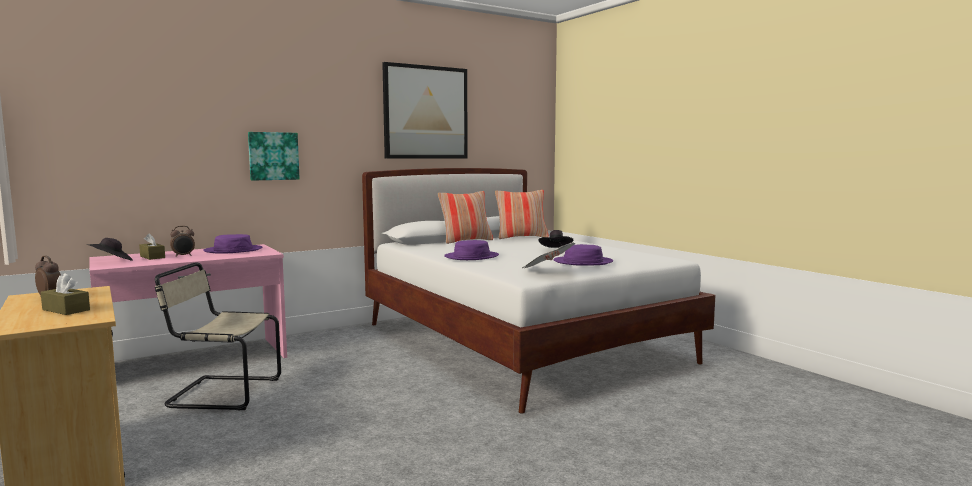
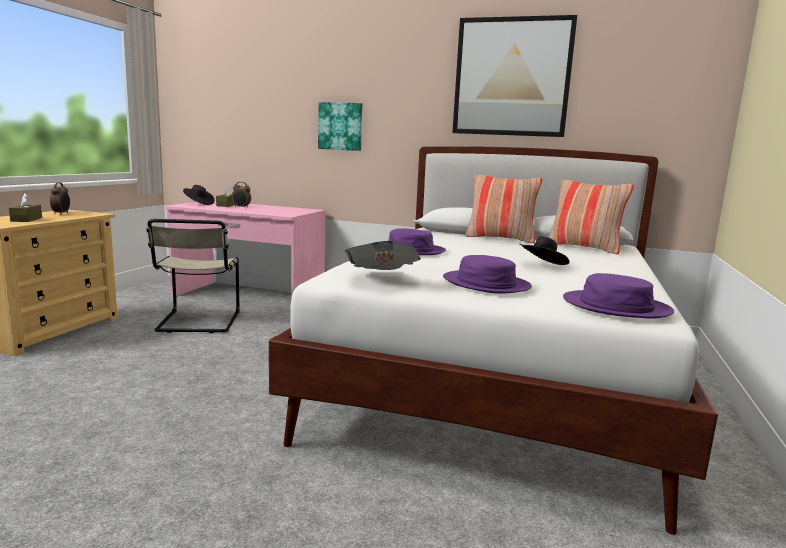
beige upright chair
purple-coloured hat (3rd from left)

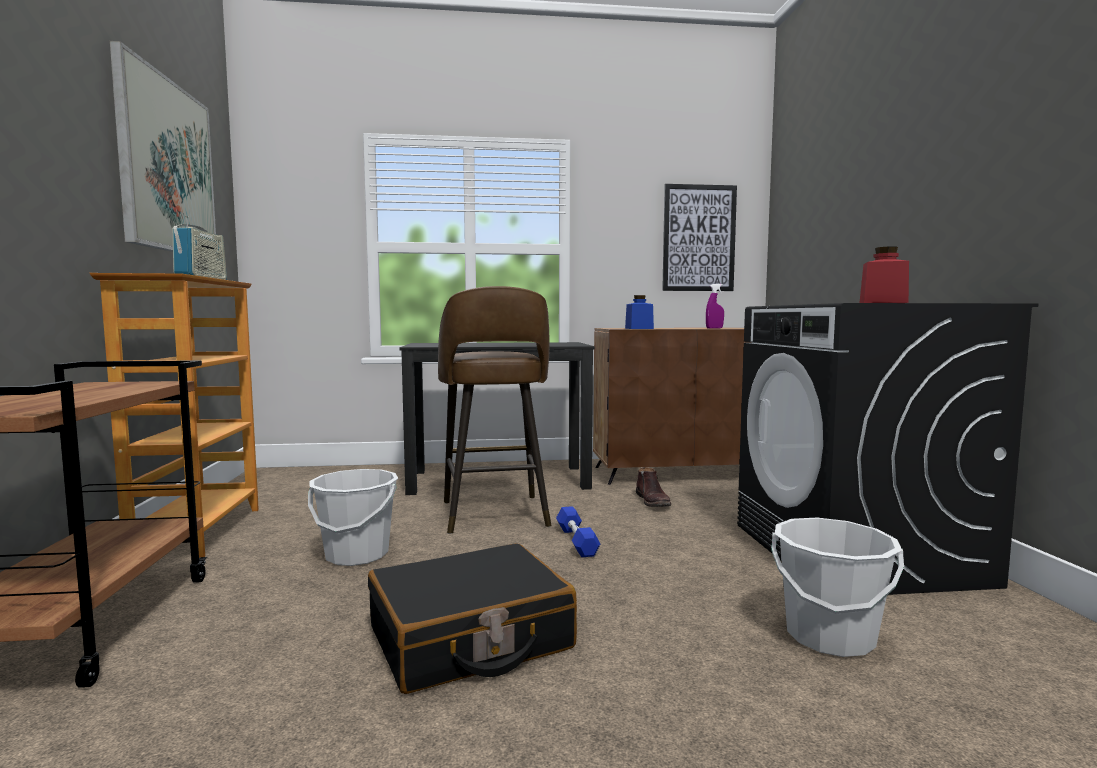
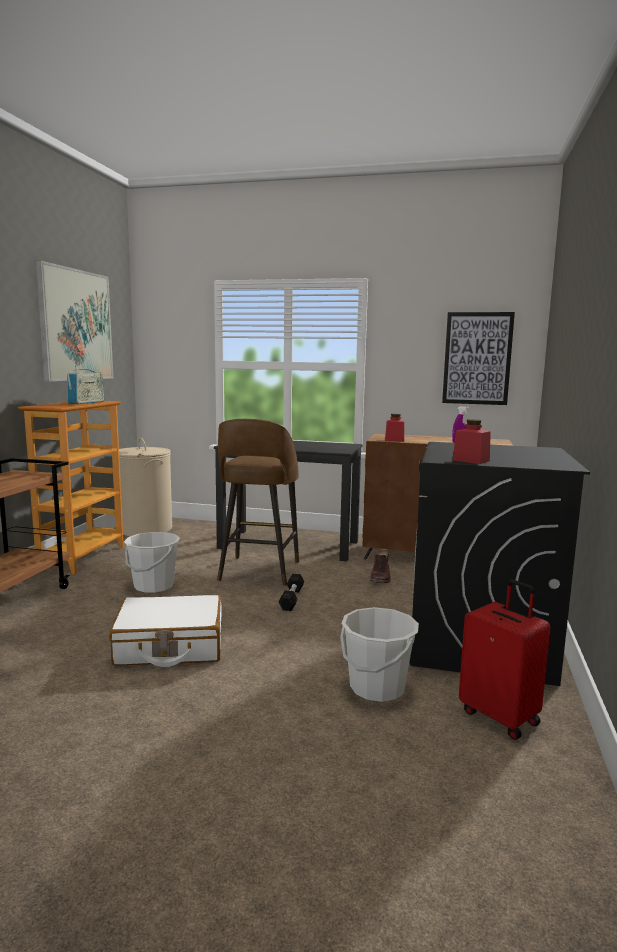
white travel case
blackish dumbbell
reddish jar (1st from left)
beige laundry basket
reddish travel case

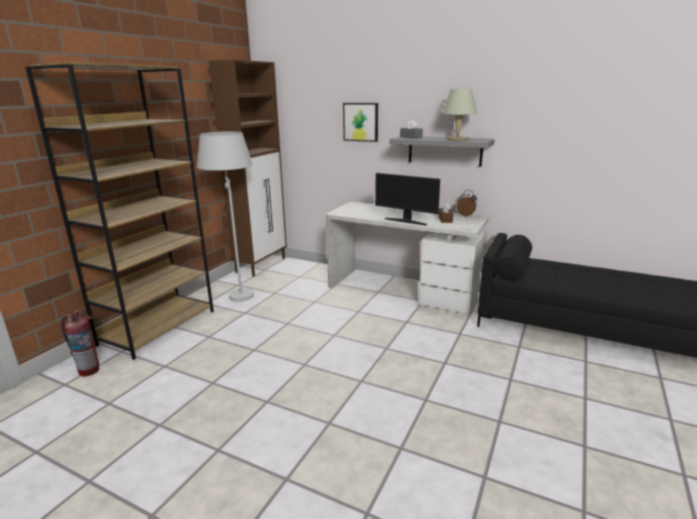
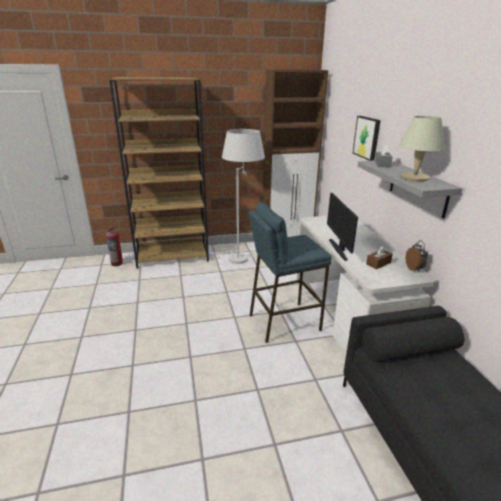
blue sitting stool

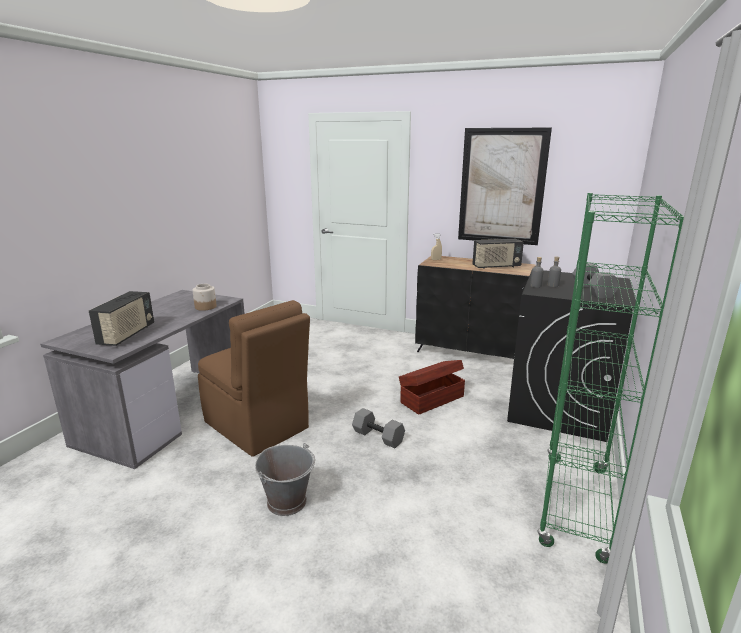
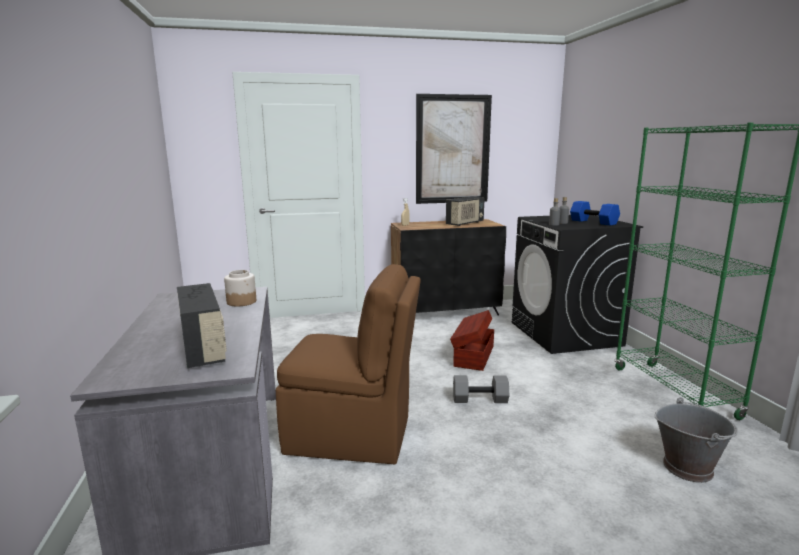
gray pail
blue dumbbell

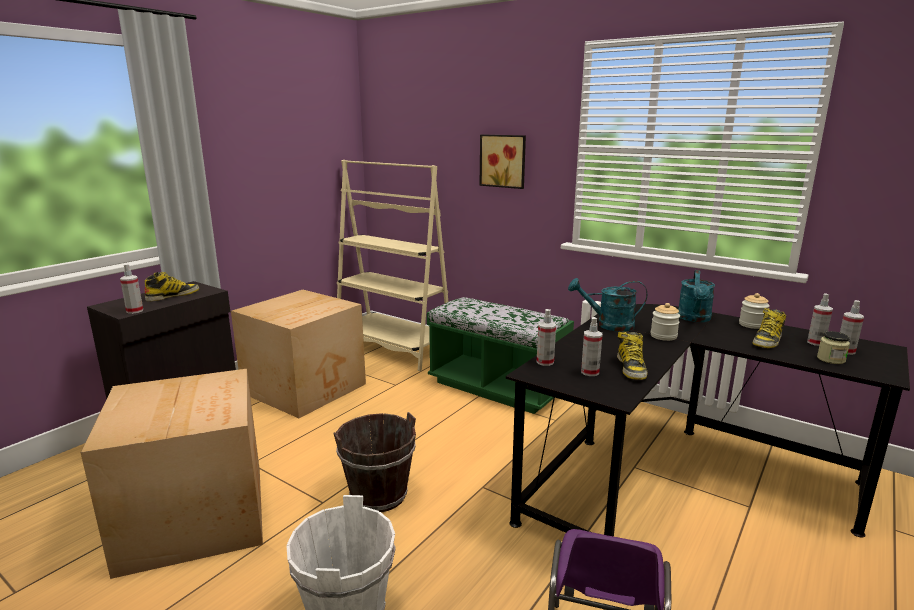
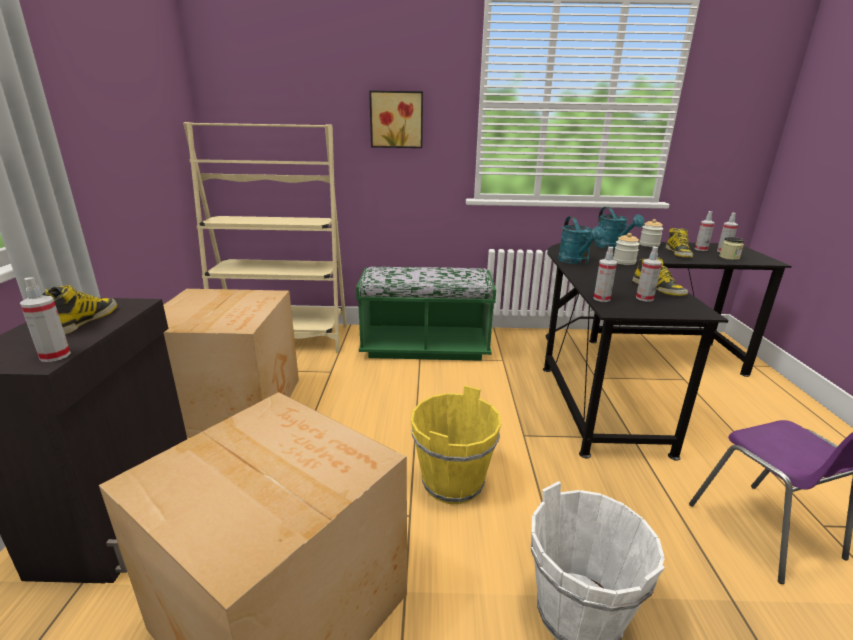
yellow-coloured pail
blue-green watering can (1st from left)

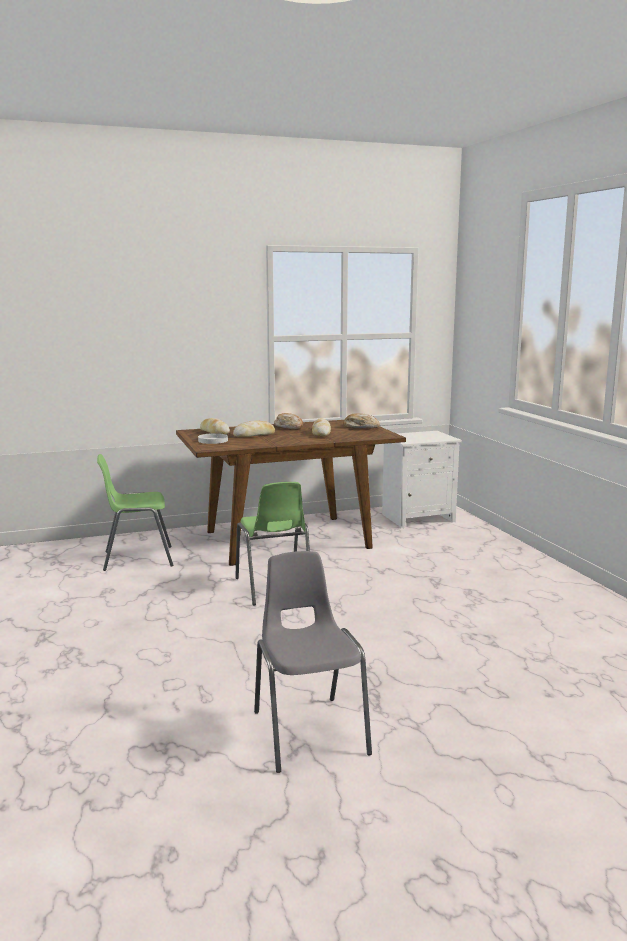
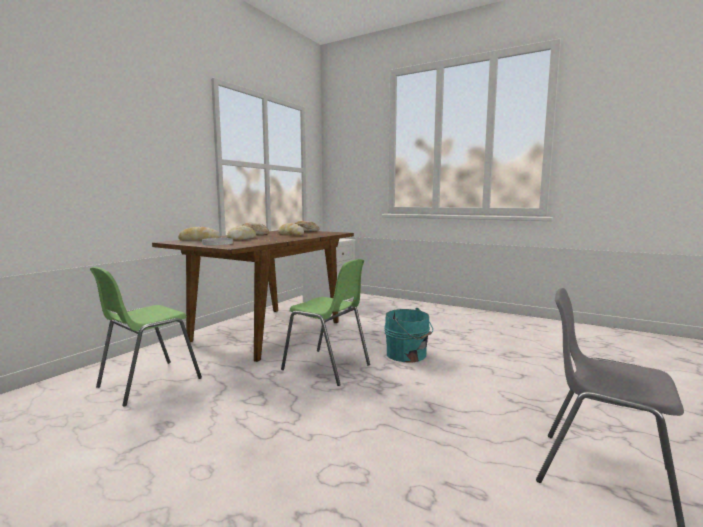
blue-green pail

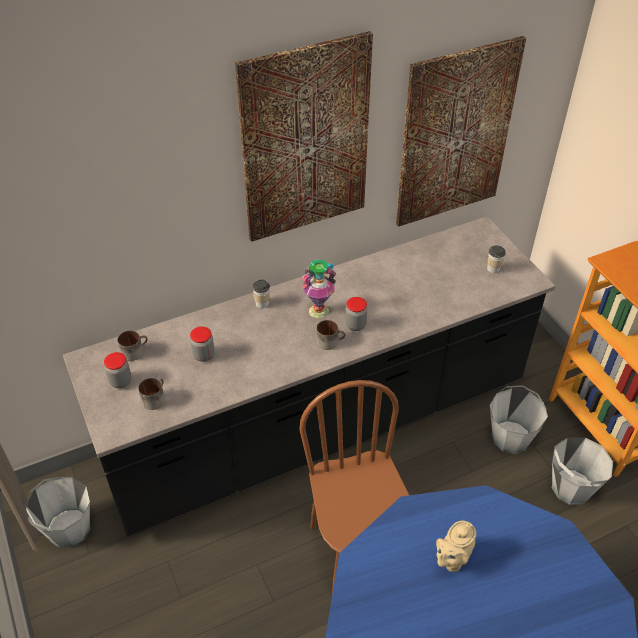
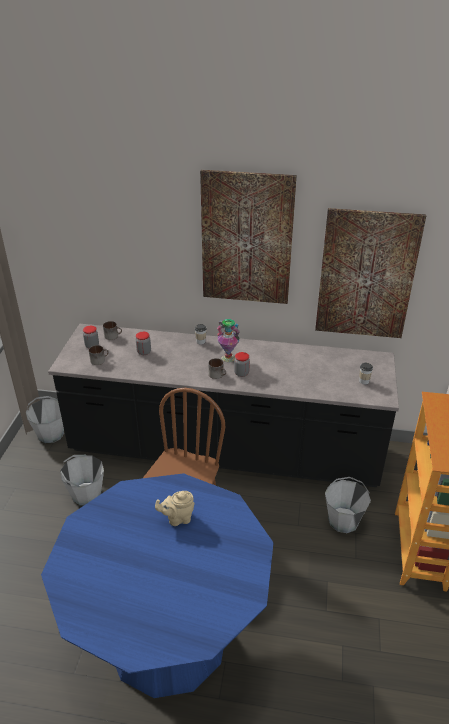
gray pail (2nd from left)

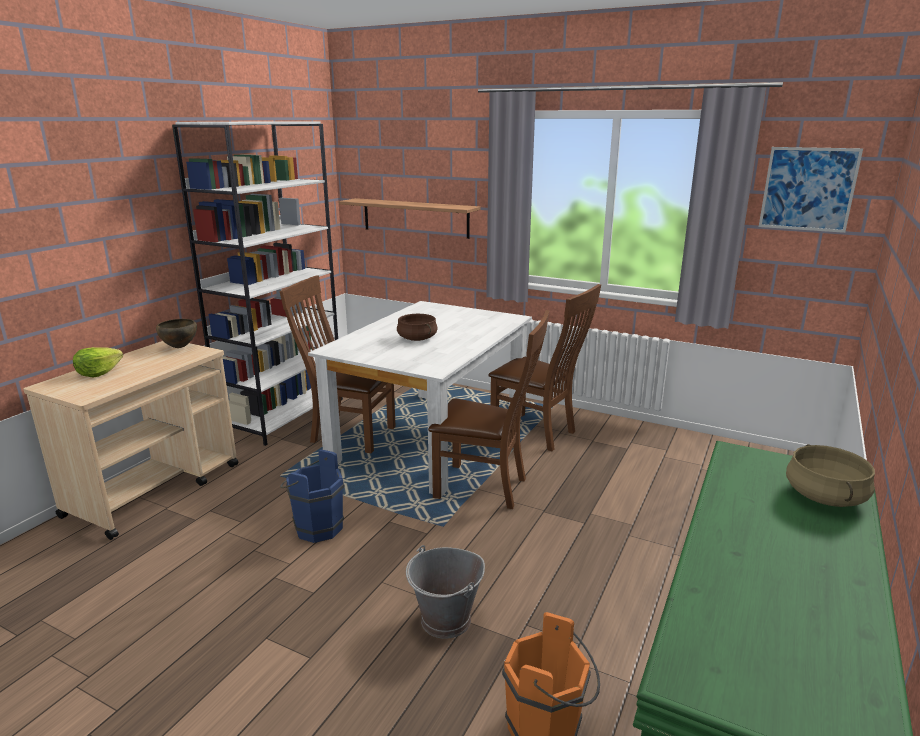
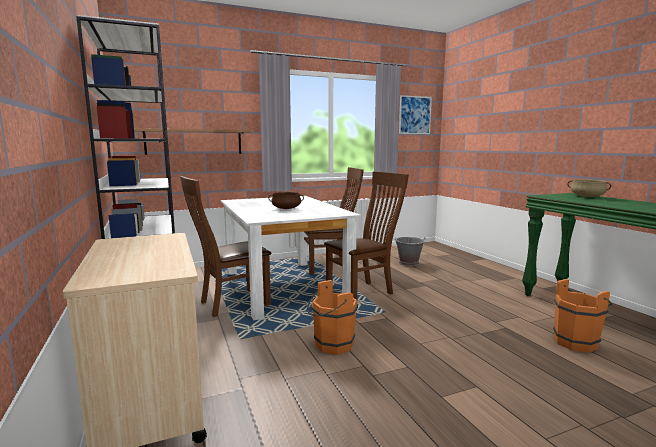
lettuce head
brown serving bowl
orange-coloured pail (1st from left)
gray pail

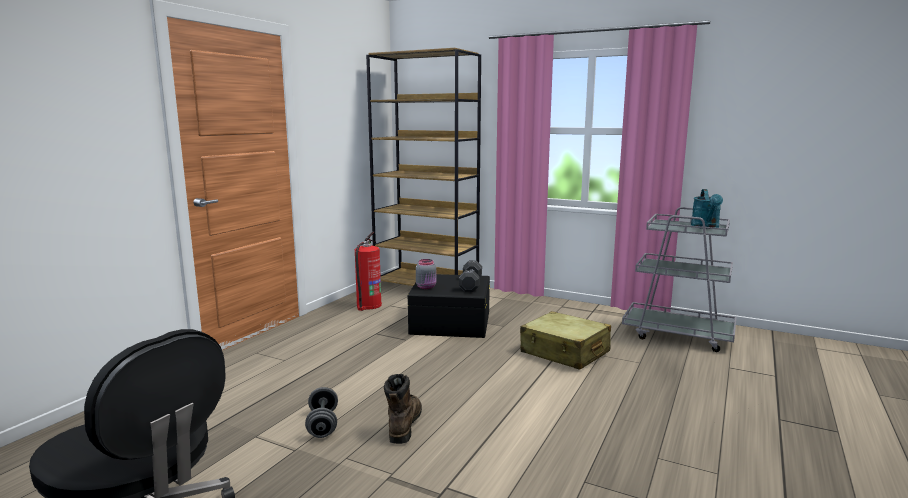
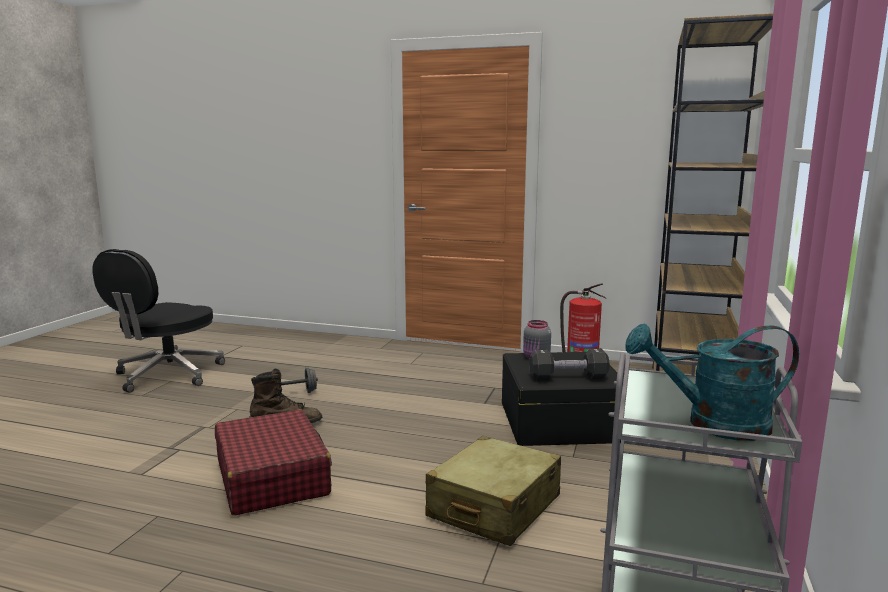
reddish travel case

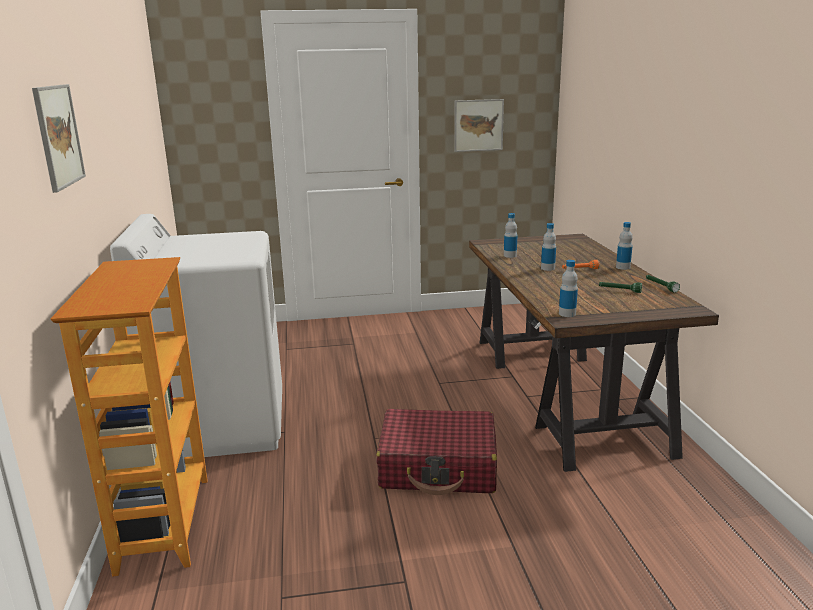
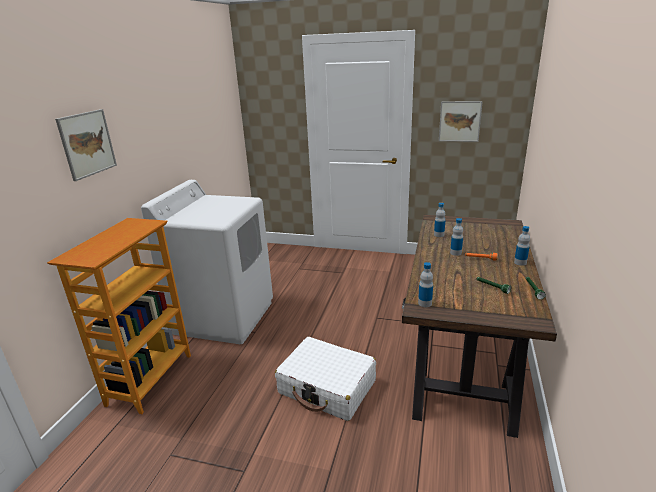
white travel case

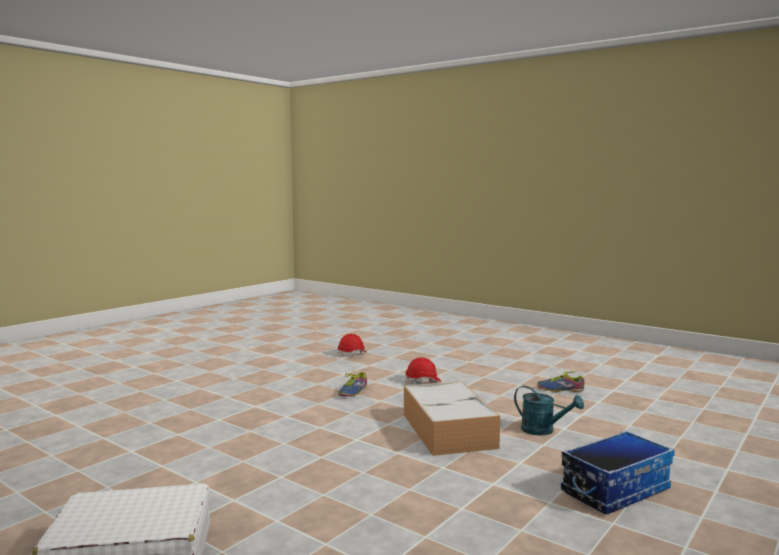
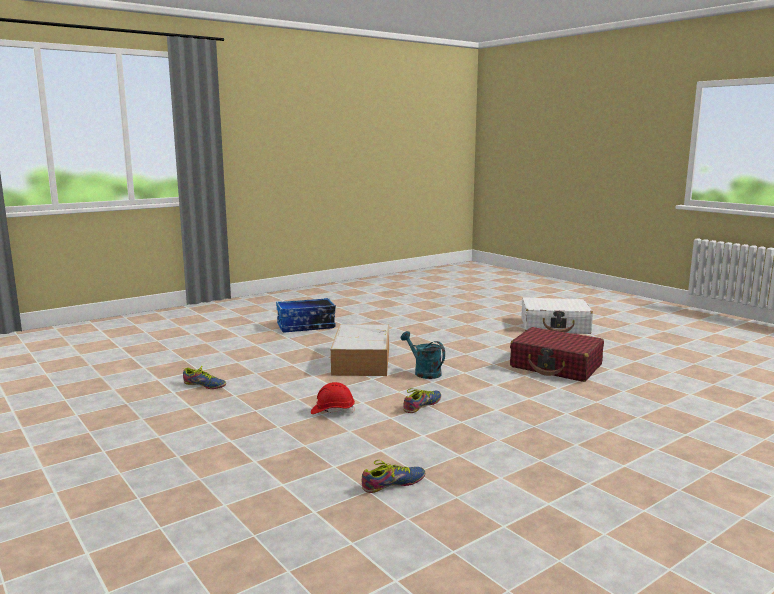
low shoe (2nd from left)
blue-green watering can
reddish travel case

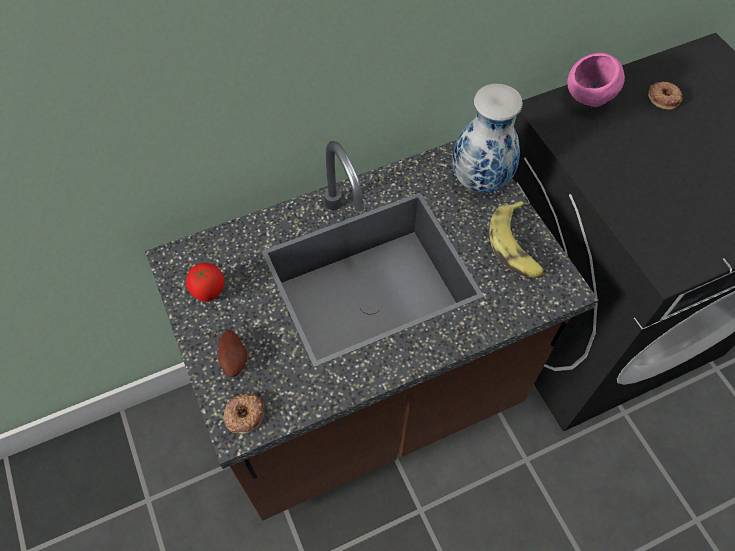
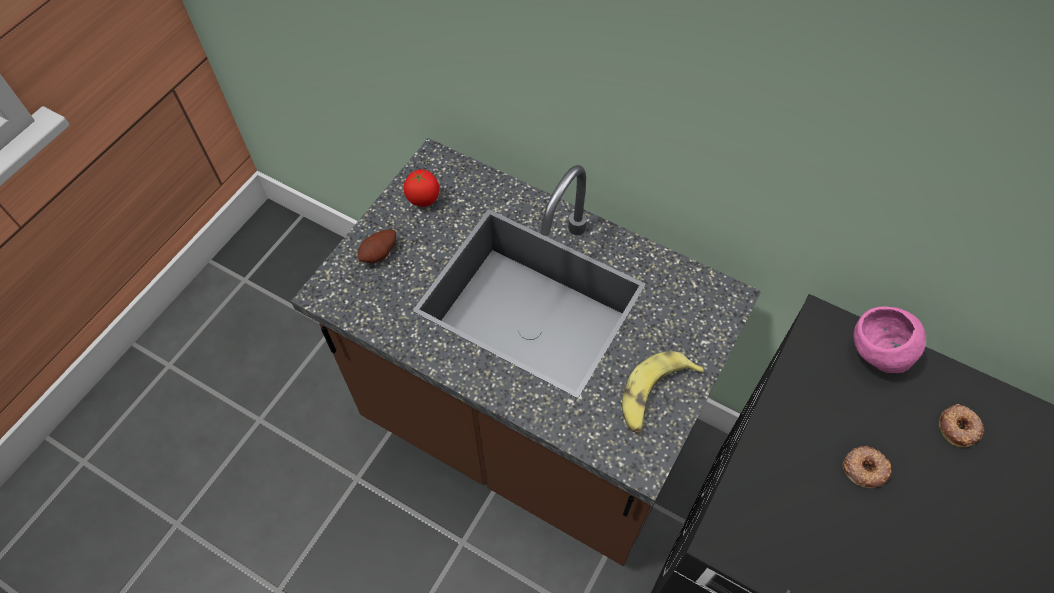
ring doughnut (1st from left)
vase

